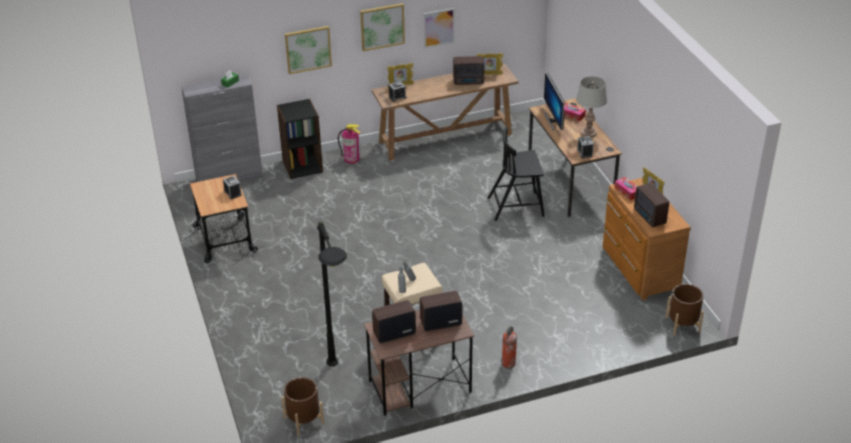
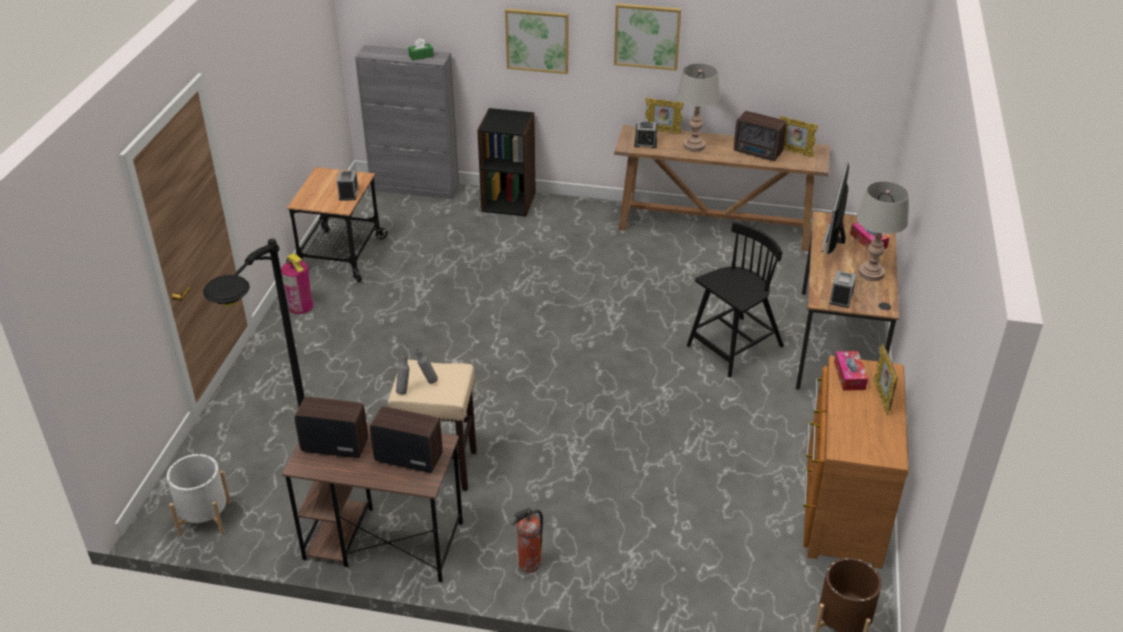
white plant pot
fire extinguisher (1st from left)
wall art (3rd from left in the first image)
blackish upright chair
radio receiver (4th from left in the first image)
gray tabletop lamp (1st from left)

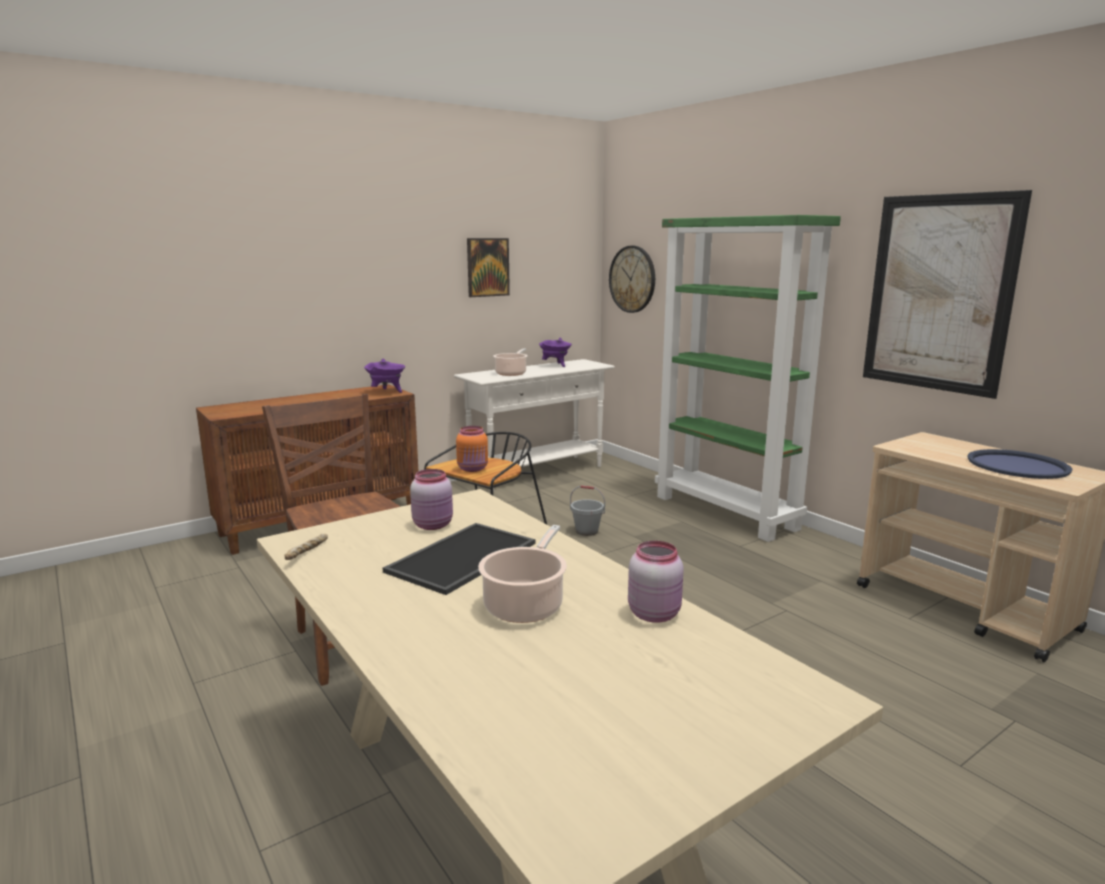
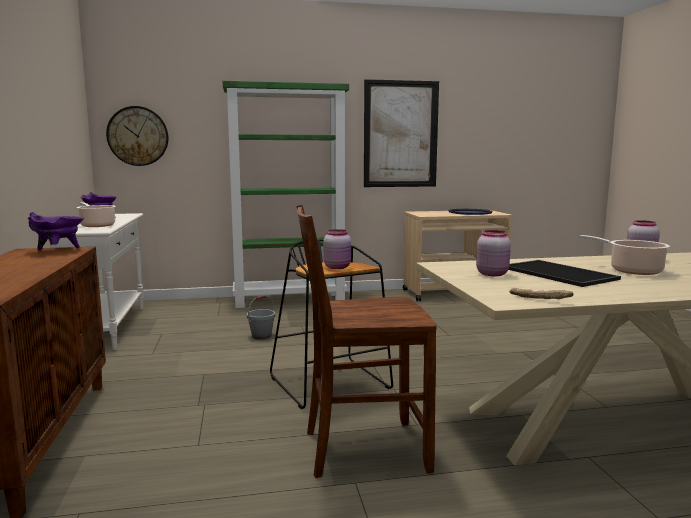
pinkish jar (1st from left)
wall art (1st from left in the first image)

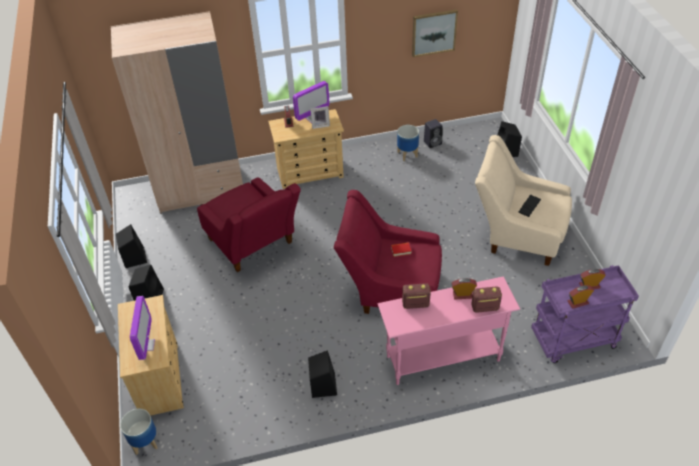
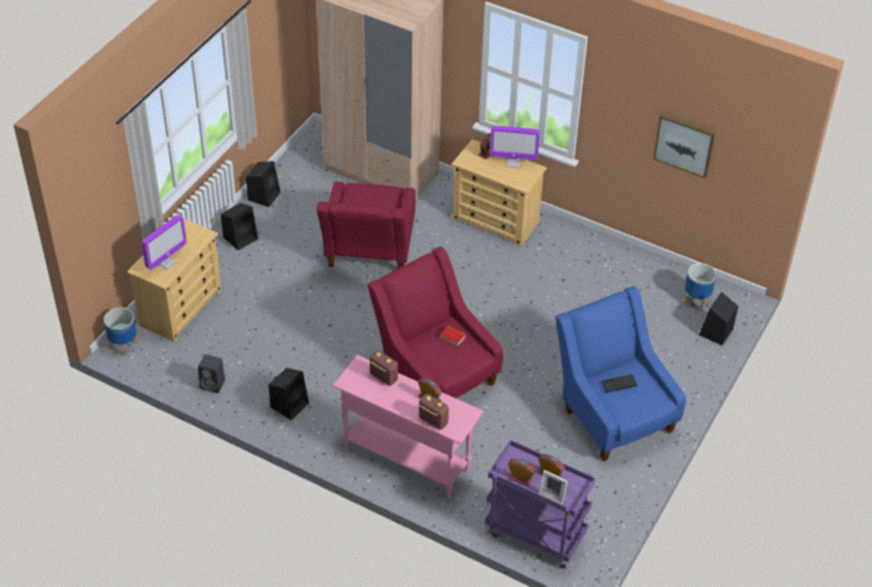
photo frame
plant pot (2nd from left)
blackish loudspeaker (1st from left)
blue lounge chair

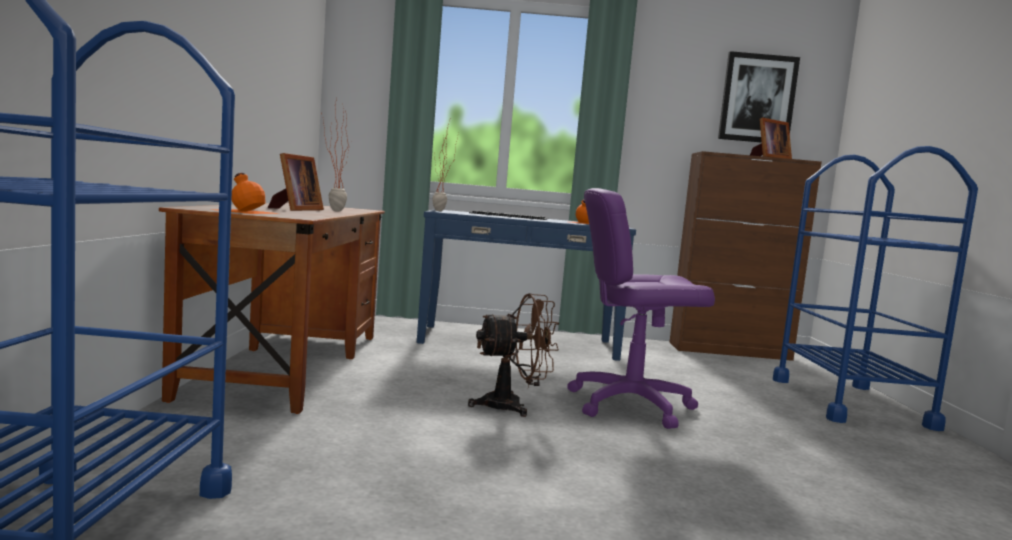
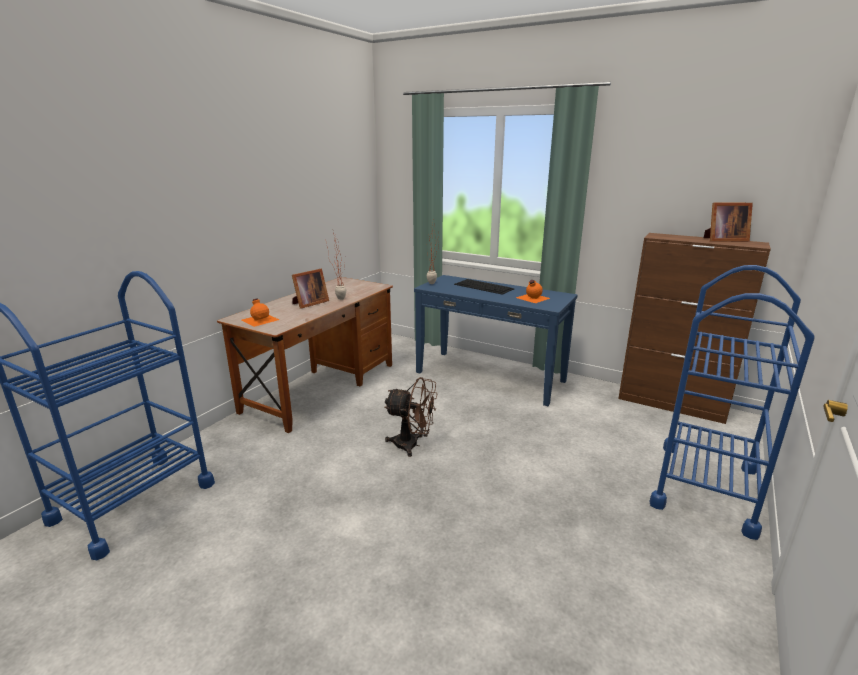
purple-coloured computer chair
wall art

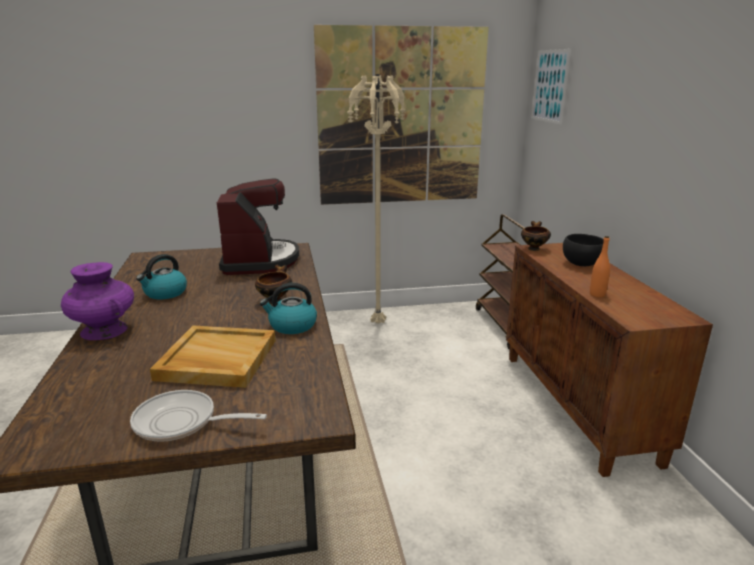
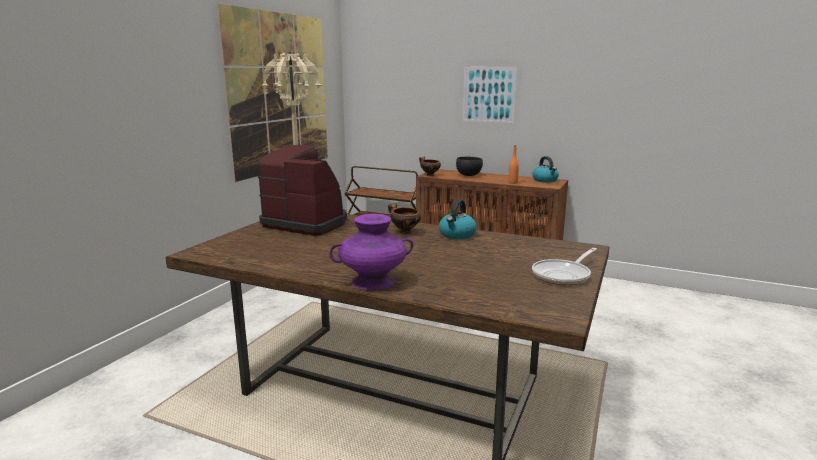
water kettle (2nd from left)
beige carrying tray
wall art (2nd from left)

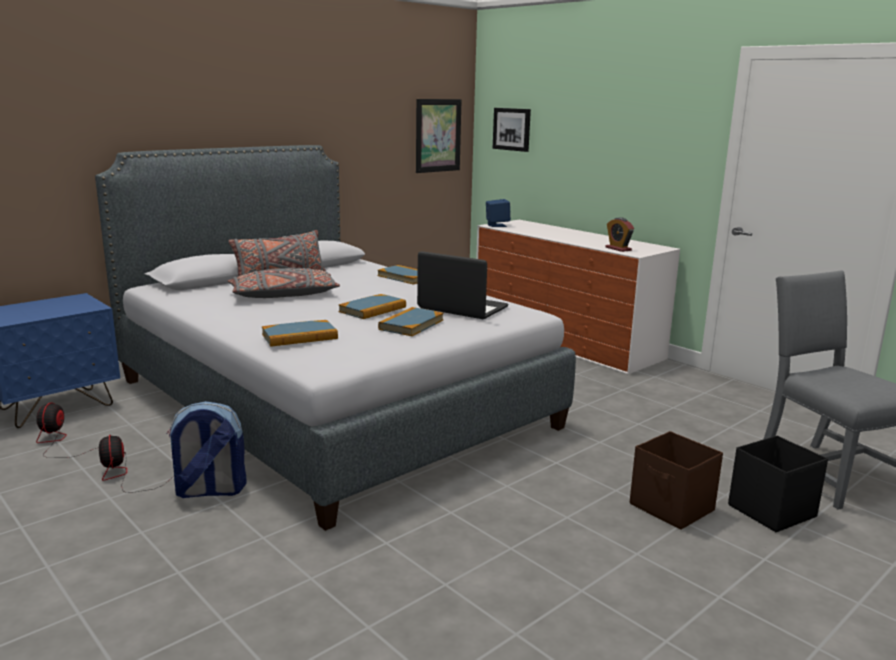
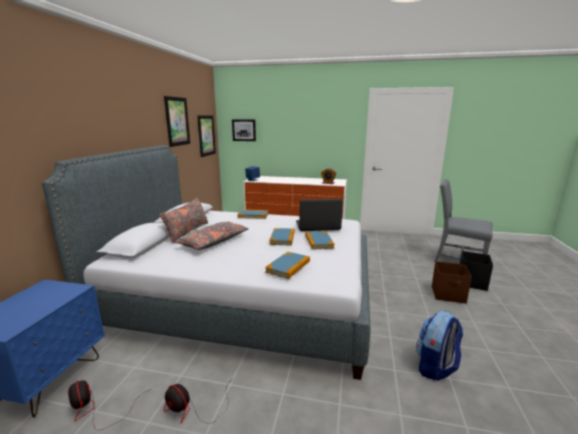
backpack
wall art (1st from left)

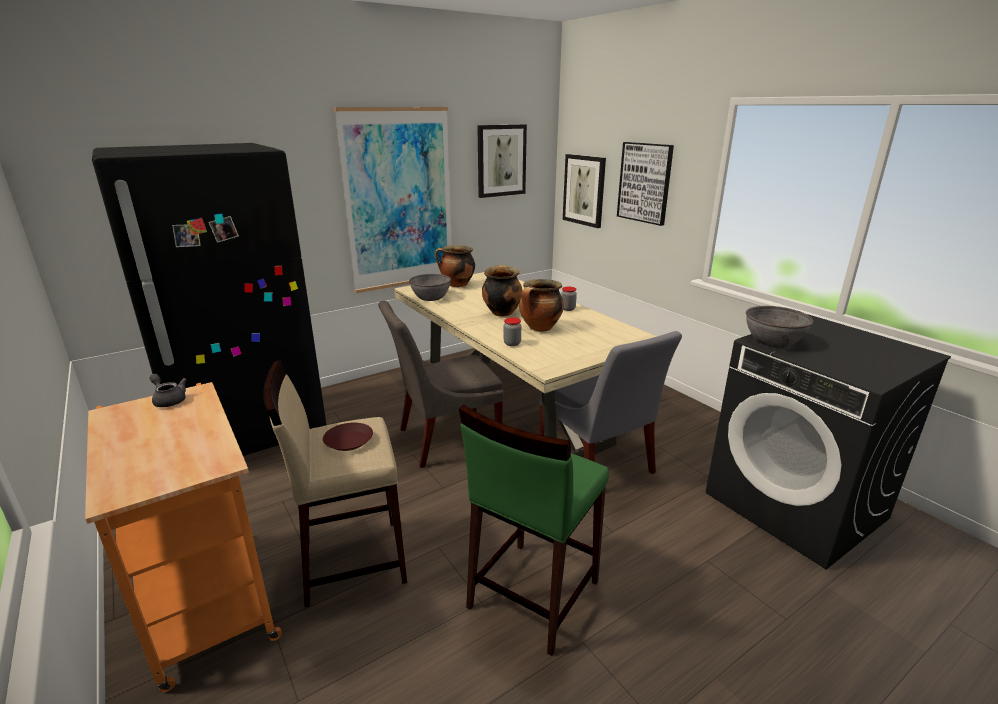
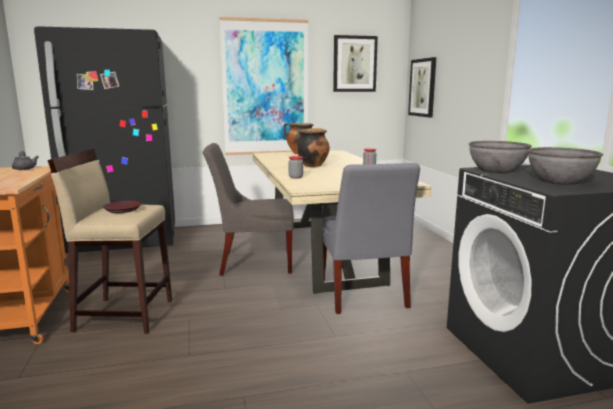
gray serving bowl (2nd from left)
greenish sitting stool
stockpot (3rd from left in the first image)
wall art (4th from left in the first image)

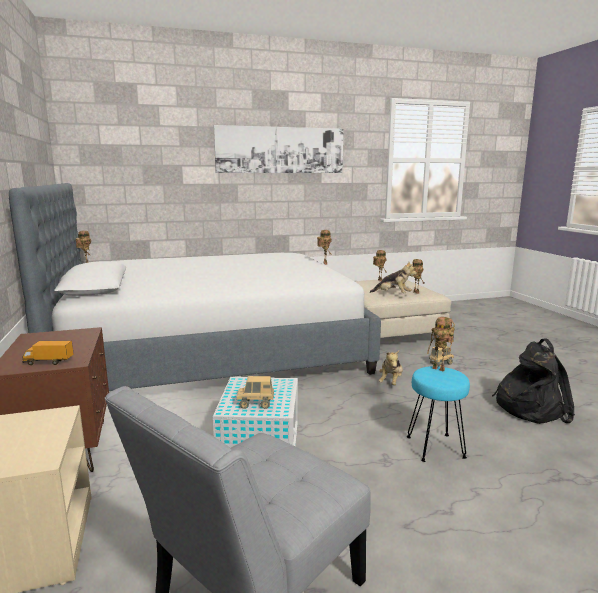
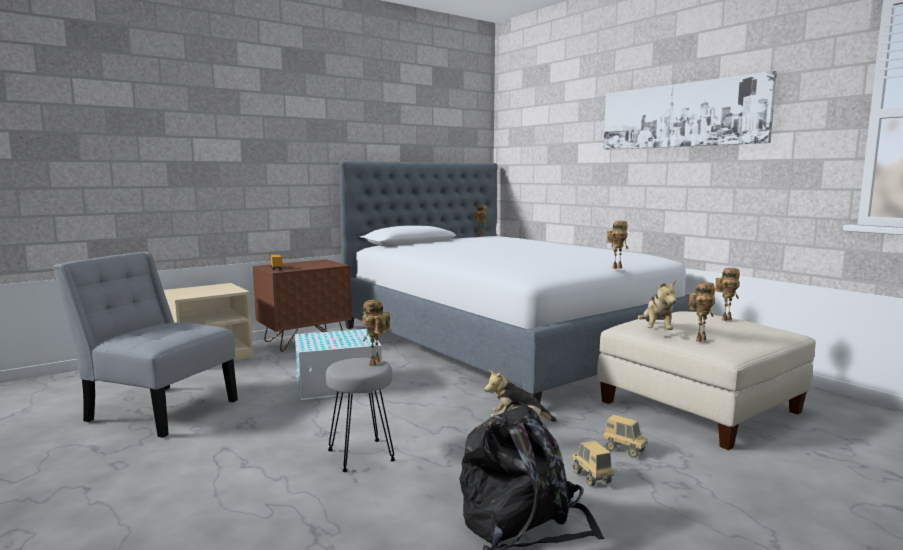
toy lorry (2nd from left)
gray sitting stool

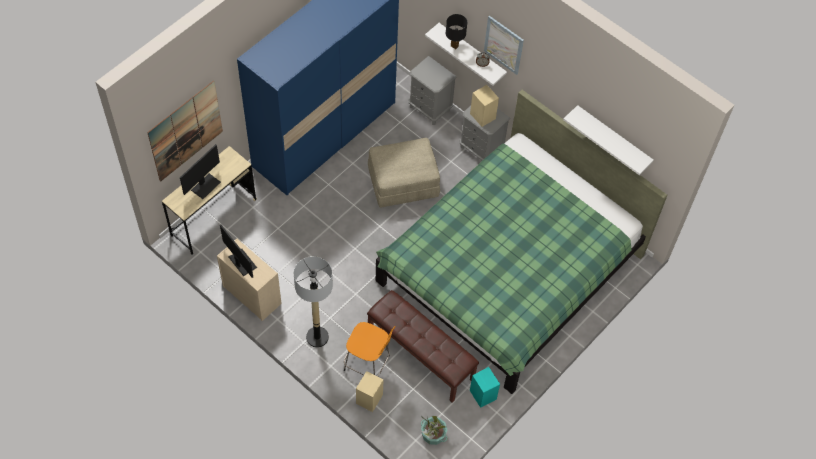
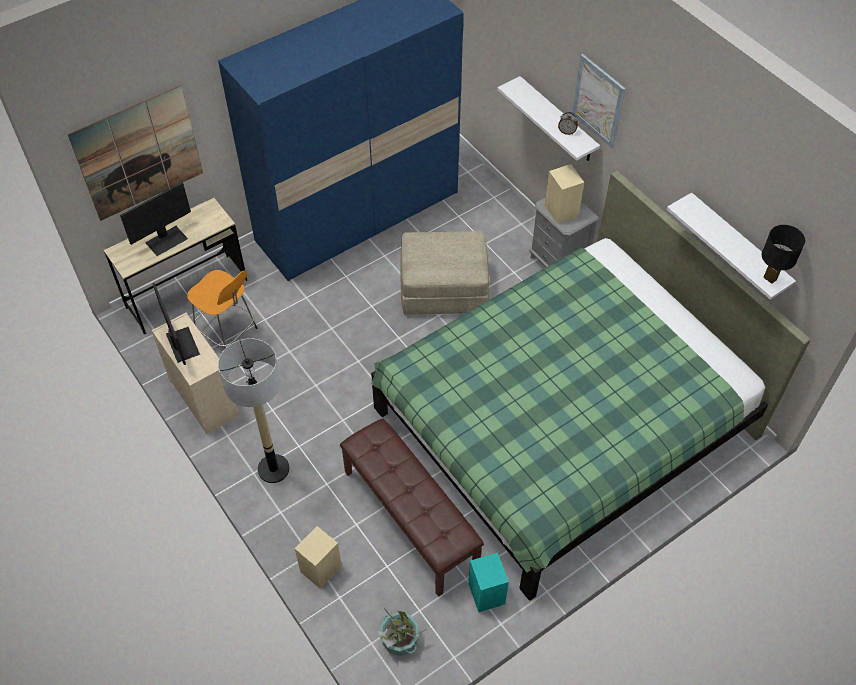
orange-coloured sitting stool
gray night table (1st from left in the first image)
blackish tabletop lamp

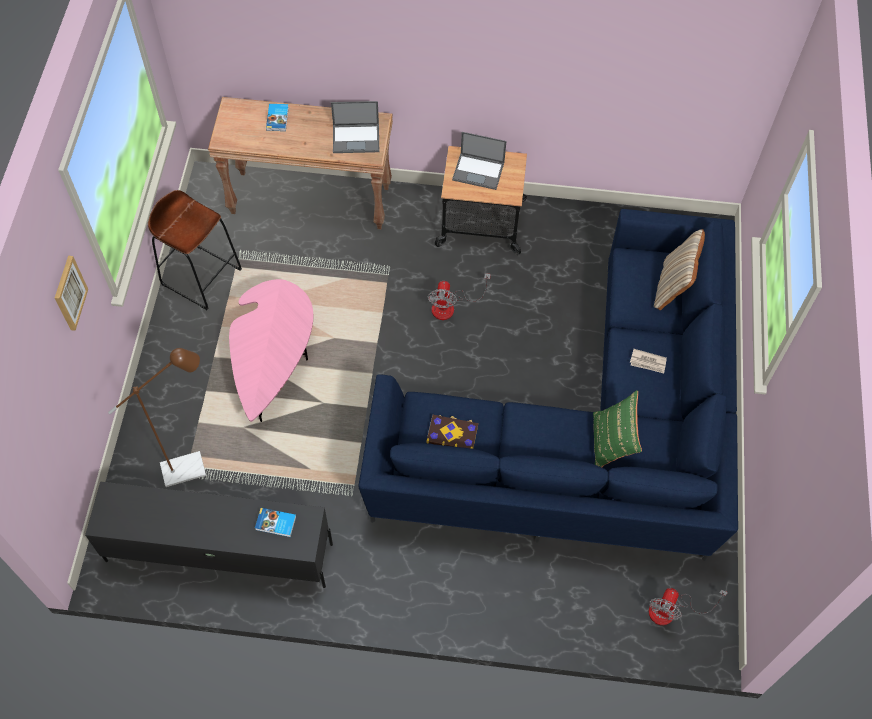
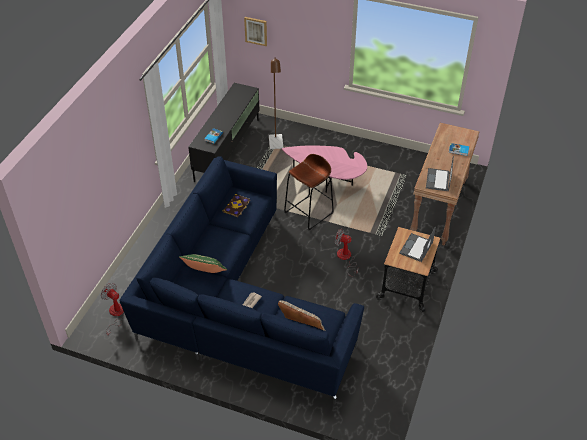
wall art
brown sitting stool

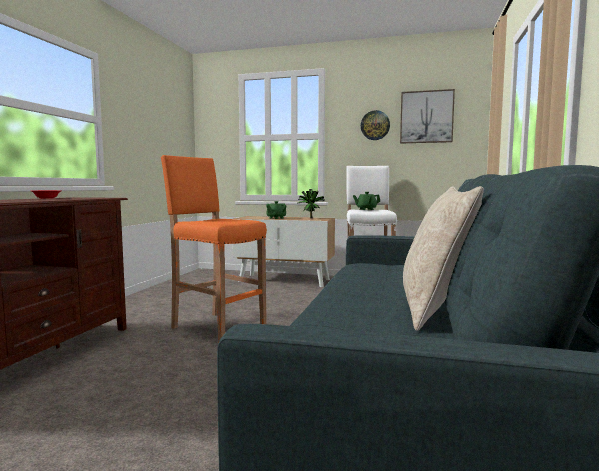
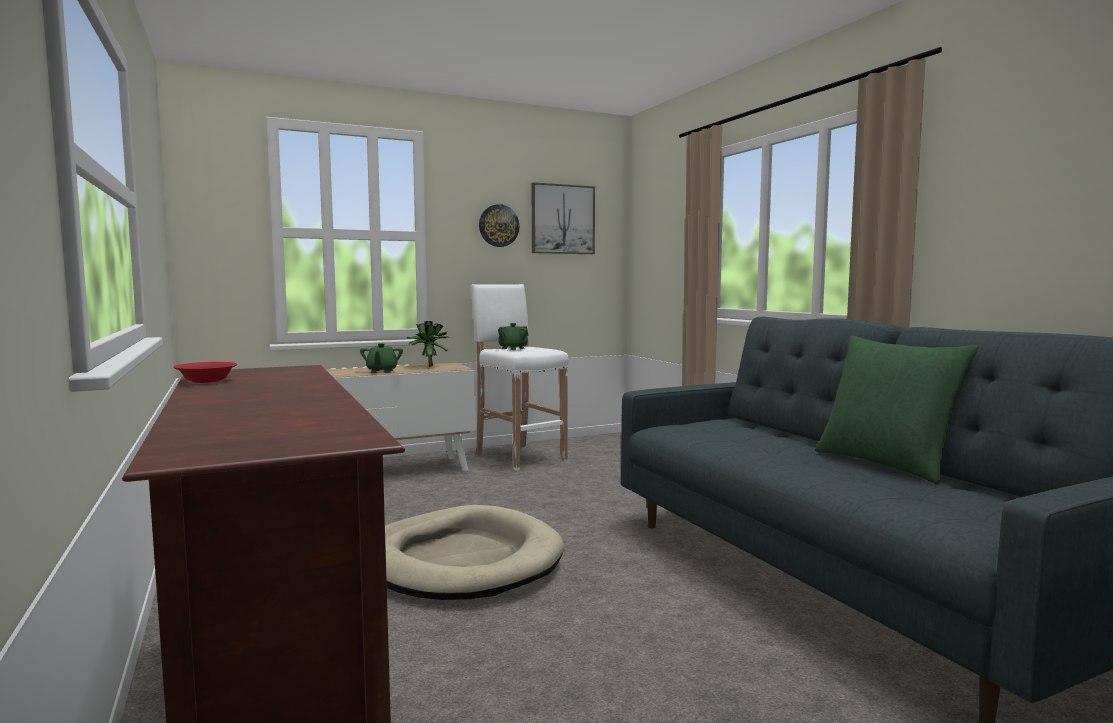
beige pet bed
greenish cushion

